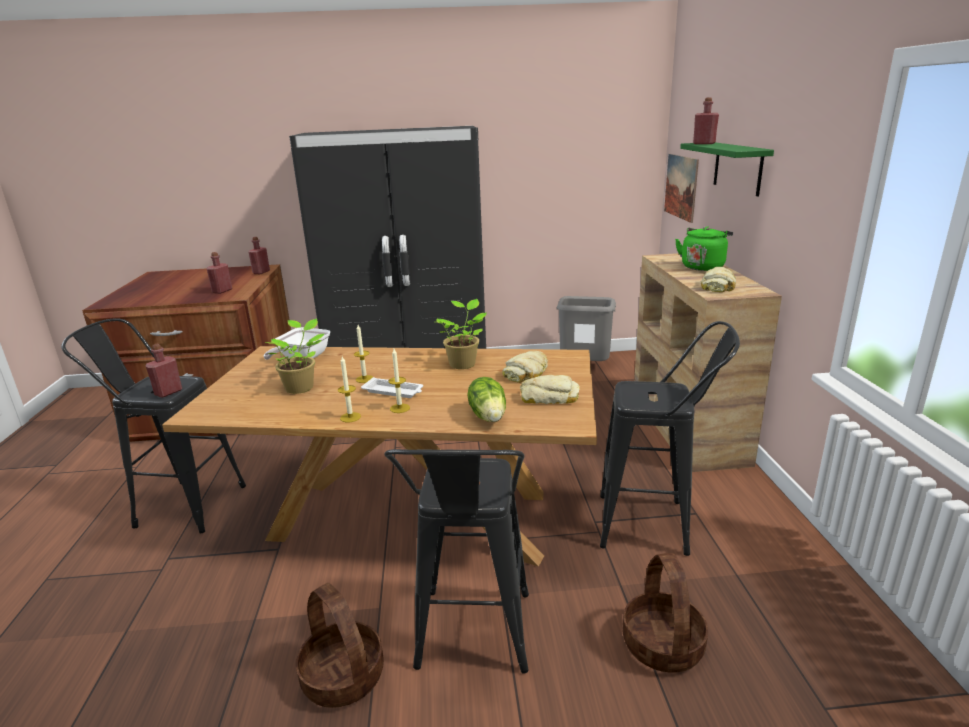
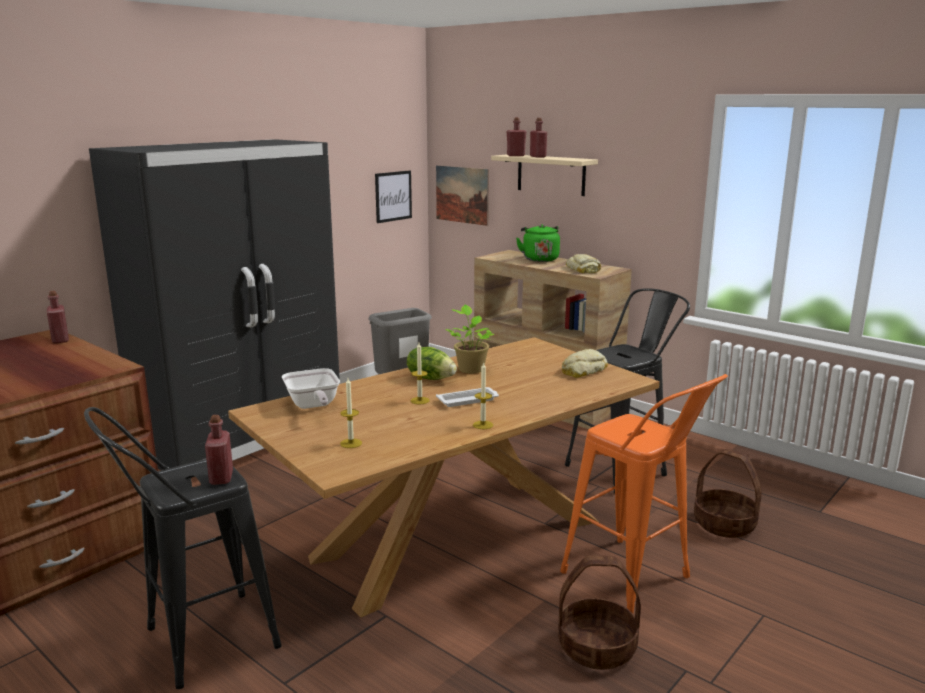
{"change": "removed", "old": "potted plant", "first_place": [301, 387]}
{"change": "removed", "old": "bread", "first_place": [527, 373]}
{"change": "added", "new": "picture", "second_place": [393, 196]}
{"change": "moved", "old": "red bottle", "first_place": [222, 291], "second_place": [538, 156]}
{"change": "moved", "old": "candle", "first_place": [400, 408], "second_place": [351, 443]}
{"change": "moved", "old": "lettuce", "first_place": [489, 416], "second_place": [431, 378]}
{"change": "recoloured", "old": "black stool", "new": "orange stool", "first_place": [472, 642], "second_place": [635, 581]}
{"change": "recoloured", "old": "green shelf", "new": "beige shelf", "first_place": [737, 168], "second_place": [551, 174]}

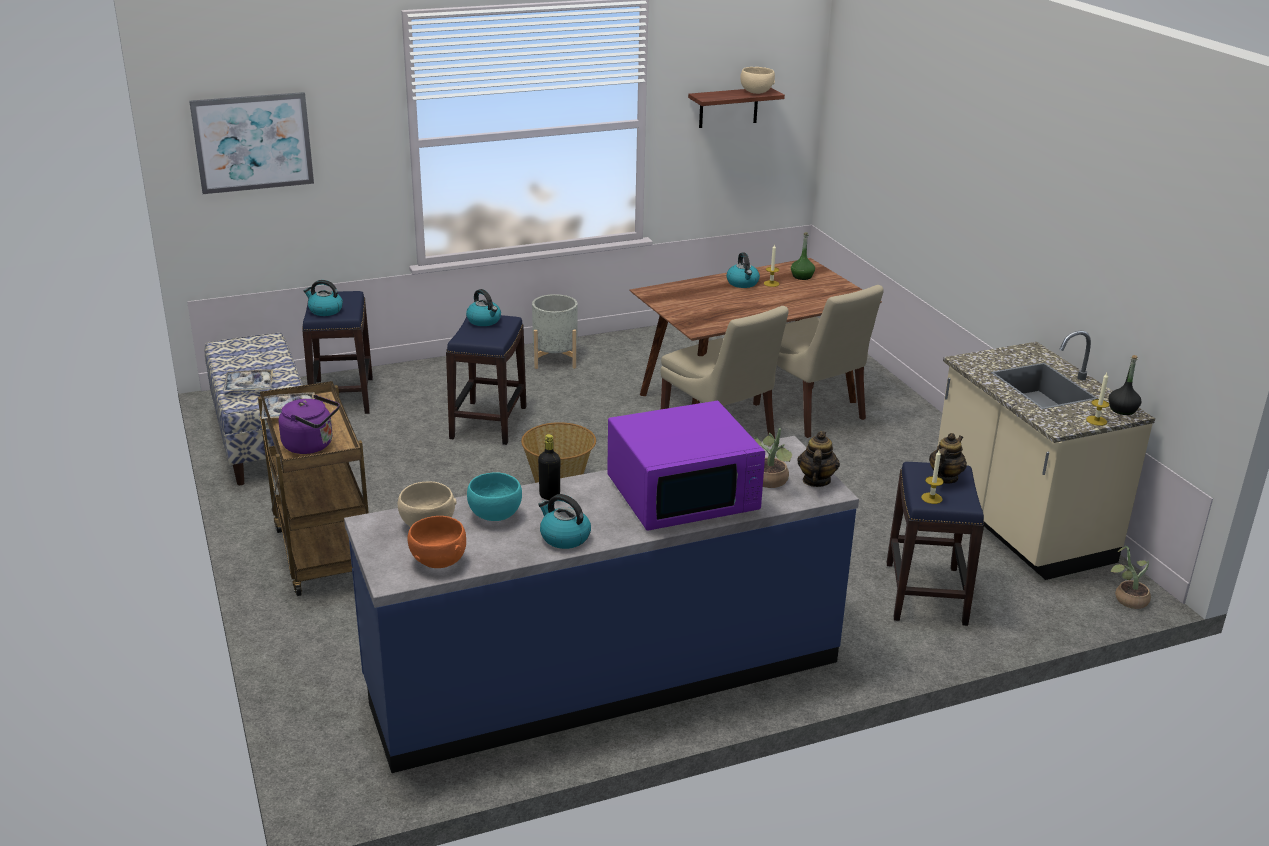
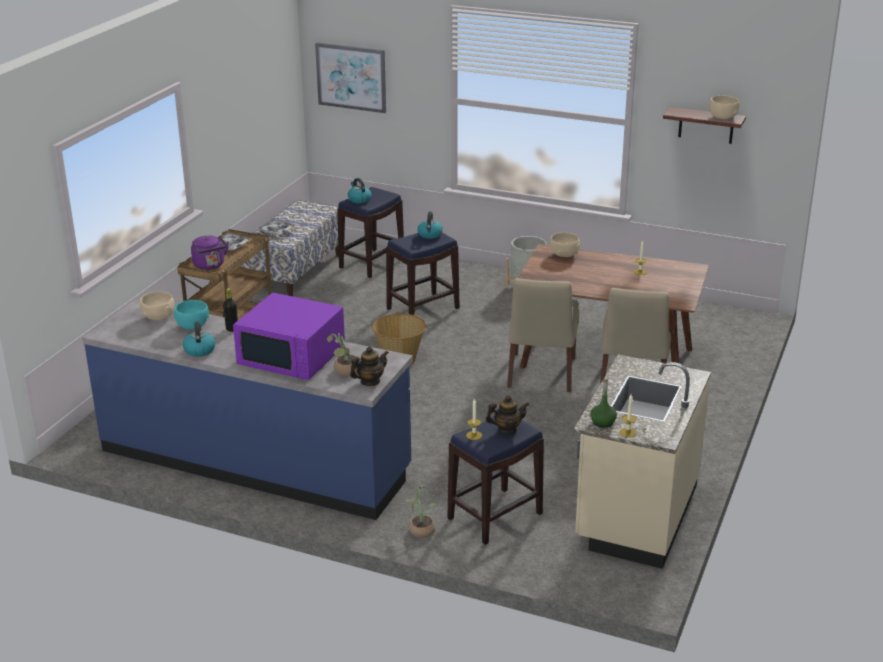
{"change": "removed", "old": "orange bowl", "first_place": [438, 560]}
{"change": "removed", "old": "kettle", "first_place": [743, 283]}
{"change": "removed", "old": "black bottle", "first_place": [1122, 410]}
{"change": "added", "new": "beige bowl", "second_place": [564, 254]}
{"change": "moved", "old": "green bottle", "first_place": [802, 276], "second_place": [602, 422]}
{"change": "moved", "old": "potted plant", "first_place": [1126, 599], "second_place": [421, 529]}

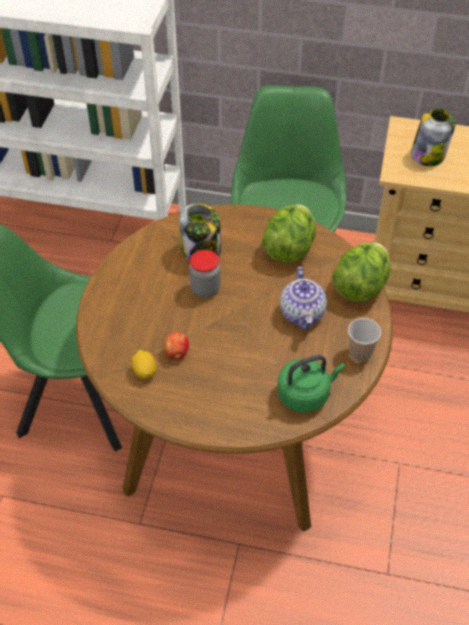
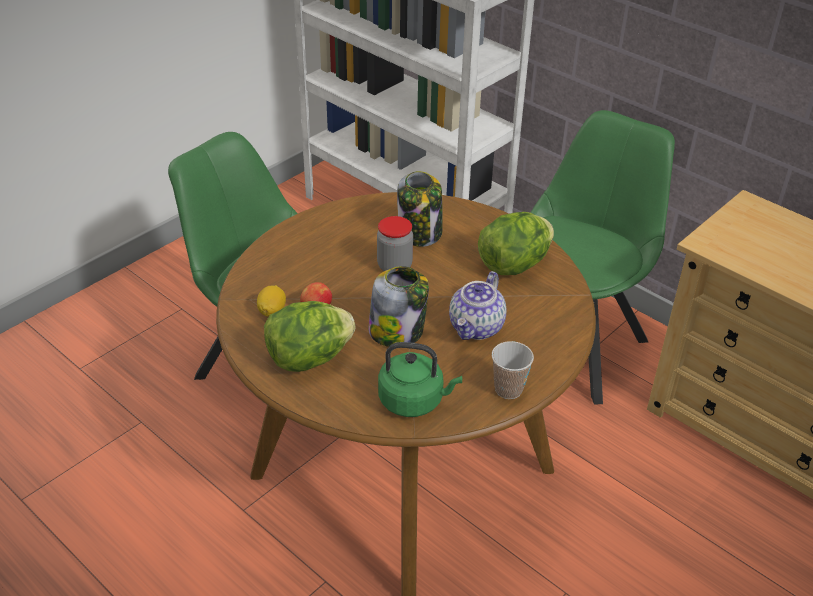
{"change": "moved", "old": "lettuce", "first_place": [360, 287], "second_place": [309, 358]}
{"change": "moved", "old": "jar", "first_place": [428, 155], "second_place": [397, 331]}

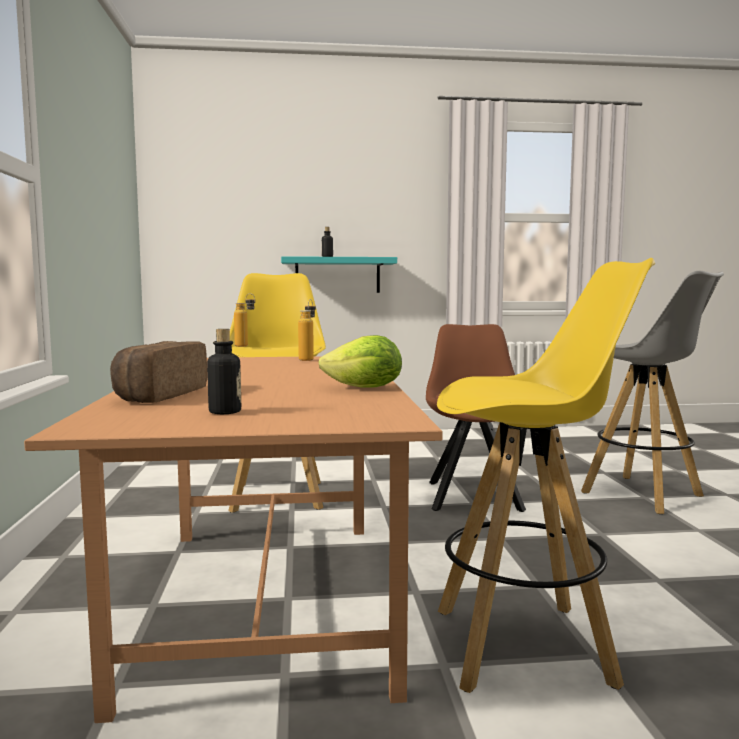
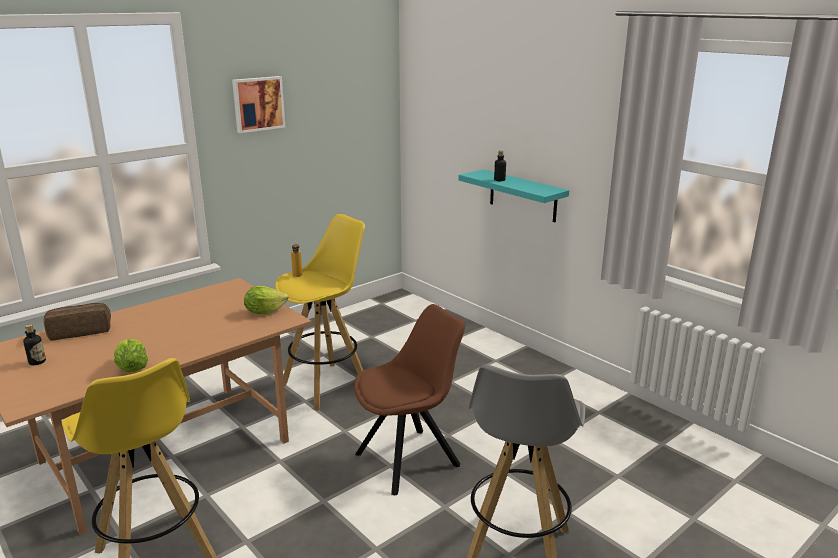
{"change": "added", "new": "picture", "second_place": [258, 104]}
{"change": "replaced", "old": "bottle", "new": "lettuce", "first_place": [308, 359], "second_place": [264, 311]}

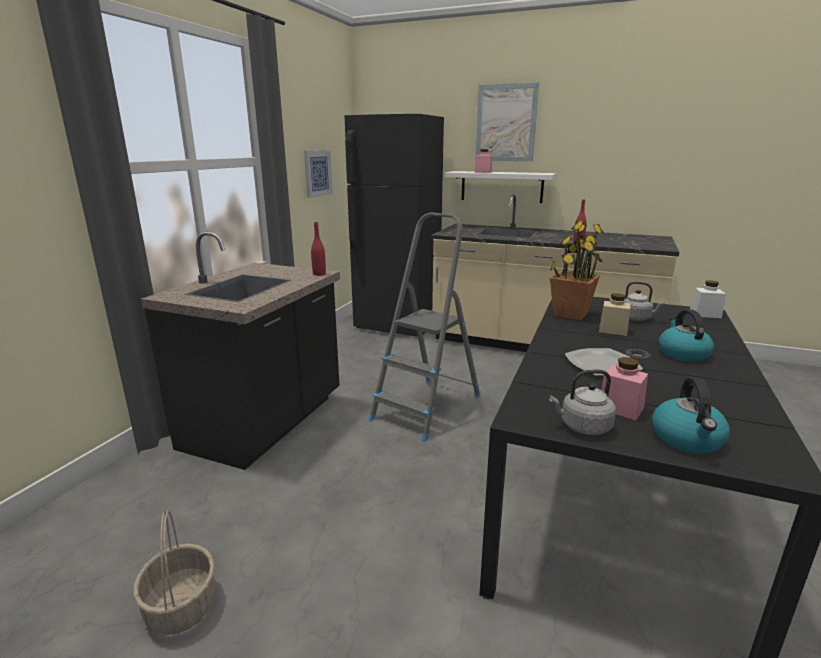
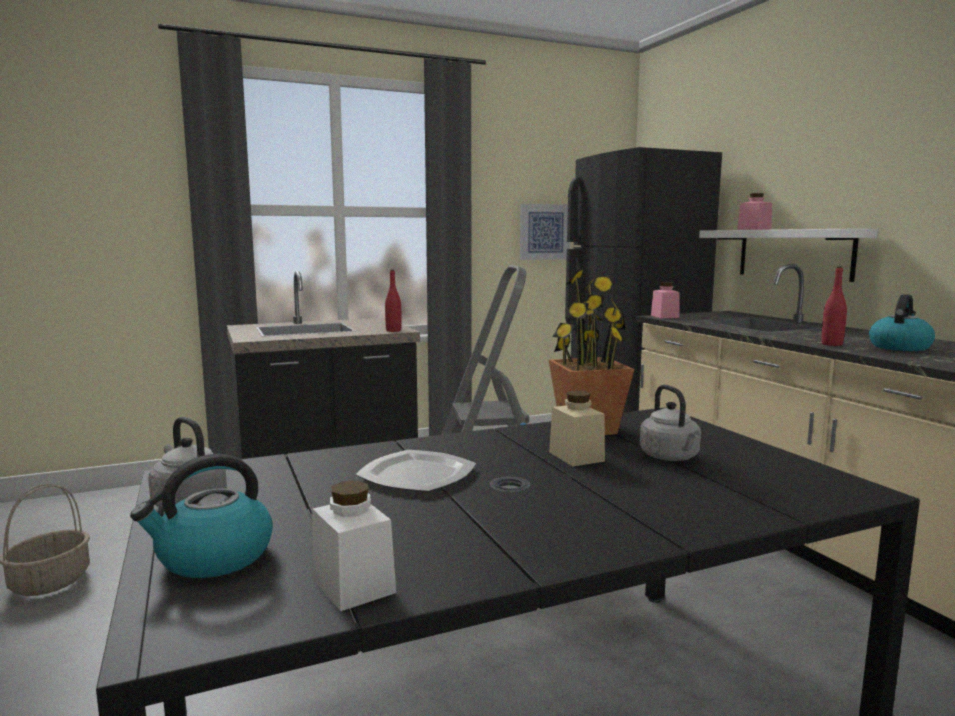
{"change": "removed", "old": "picture", "first_place": [506, 123]}
{"change": "moved", "old": "pink jar", "first_place": [620, 408], "second_place": [664, 316]}
{"change": "moved", "old": "kettle", "first_place": [682, 353], "second_place": [899, 347]}
{"change": "moved", "old": "white jar", "first_place": [705, 314], "second_place": [353, 585]}

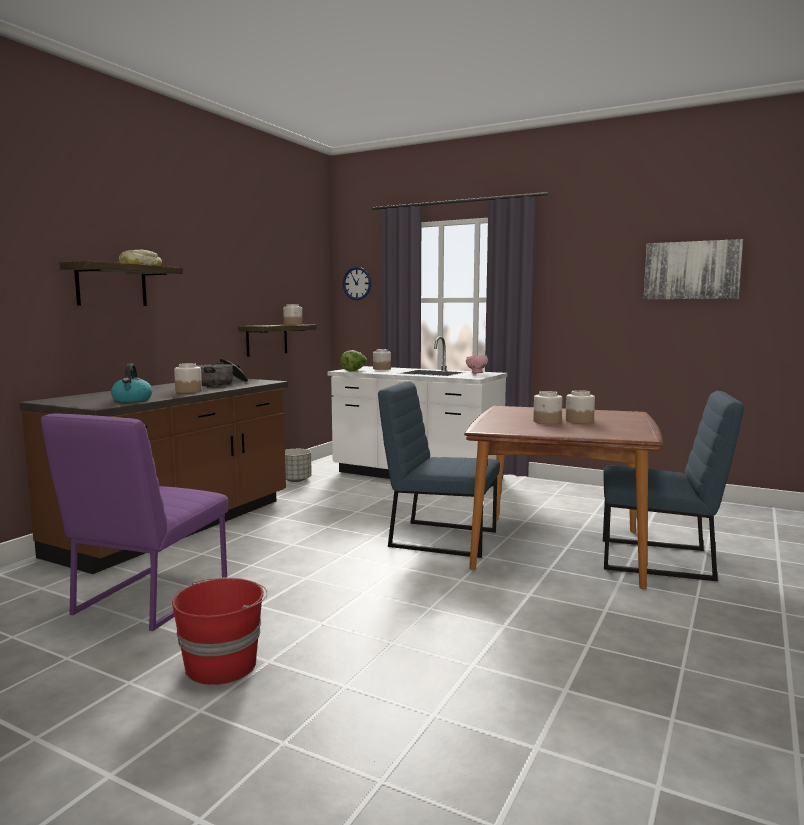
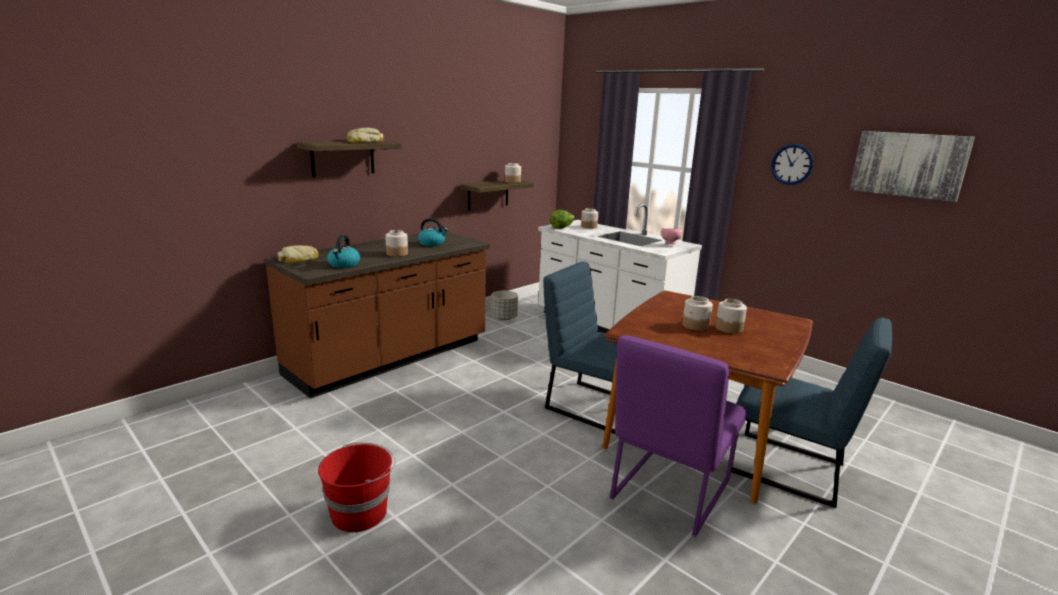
{"change": "added", "new": "bread", "second_place": [298, 259]}
{"change": "moved", "old": "purple chair", "first_place": [148, 598], "second_place": [669, 490]}
{"change": "moved", "old": "wall clock", "first_place": [357, 283], "second_place": [792, 164]}
{"change": "replaced", "old": "cooking pot", "new": "kettle", "first_place": [222, 384], "second_place": [432, 243]}

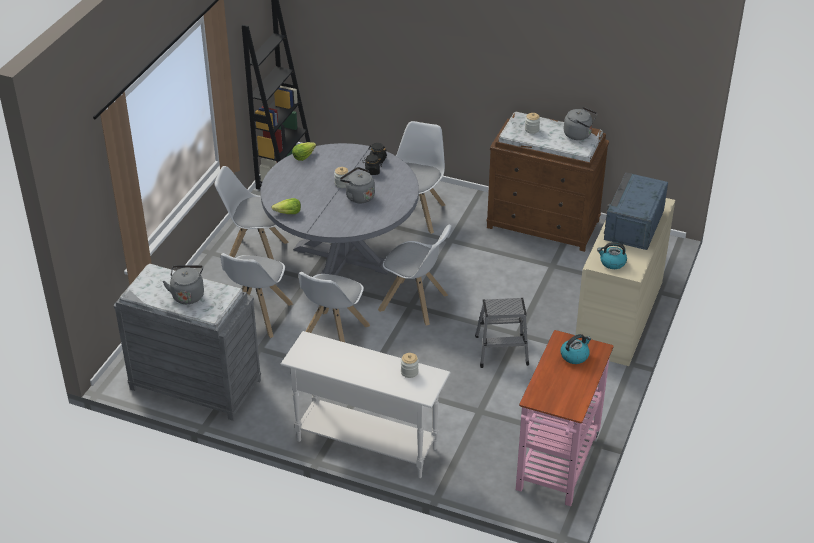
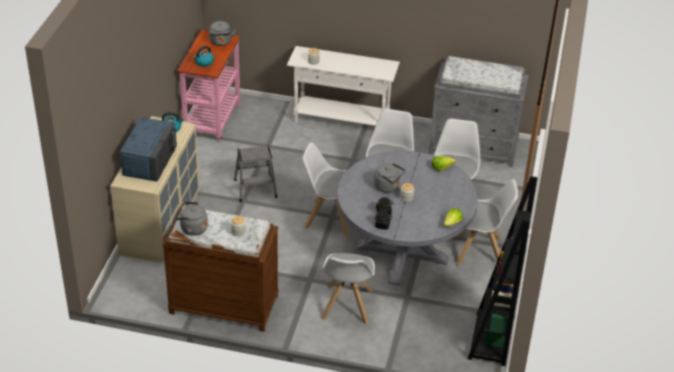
{"change": "moved", "old": "grey kettle", "first_place": [188, 294], "second_place": [221, 42]}

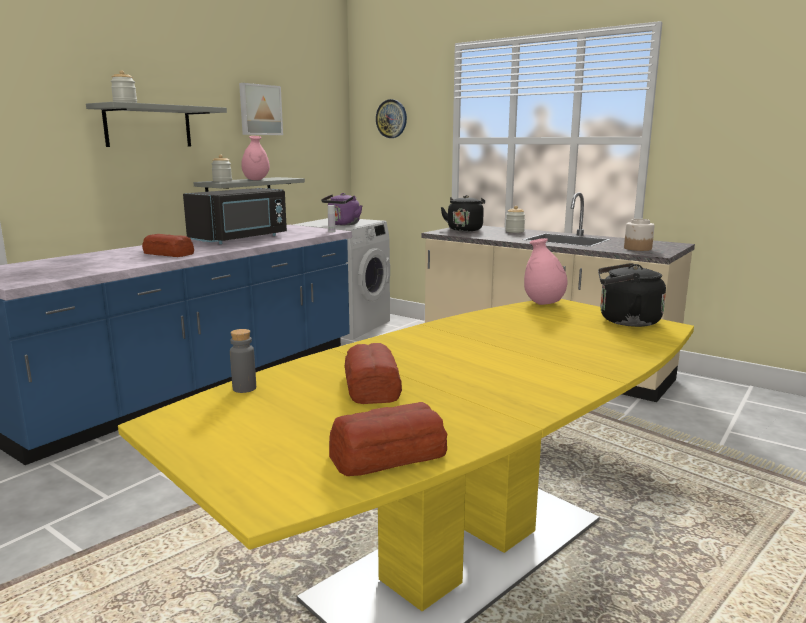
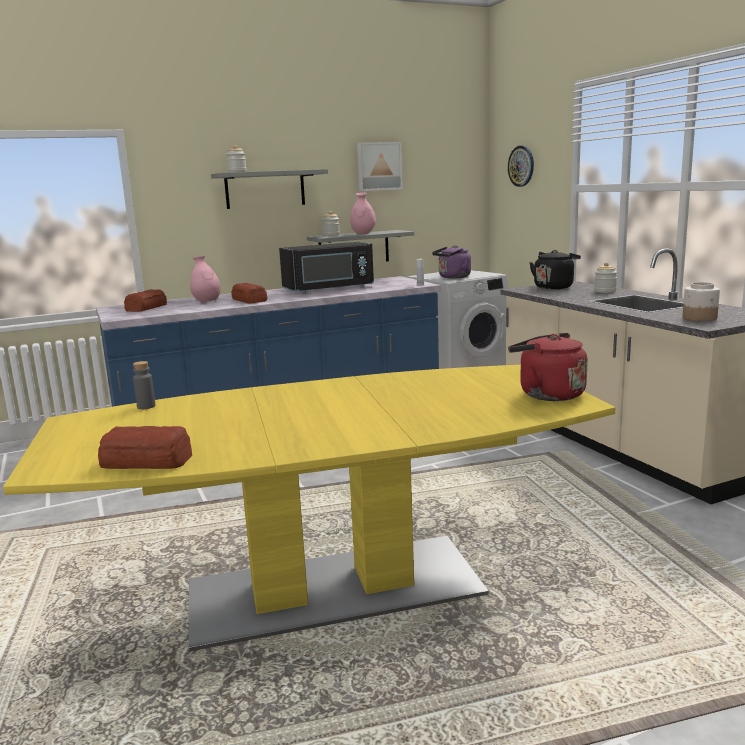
{"change": "moved", "old": "bread", "first_place": [372, 385], "second_place": [147, 308]}
{"change": "moved", "old": "pink vase", "first_place": [544, 303], "second_place": [207, 302]}
{"change": "recoloured", "old": "black kettle", "new": "red kettle", "first_place": [625, 321], "second_place": [547, 394]}

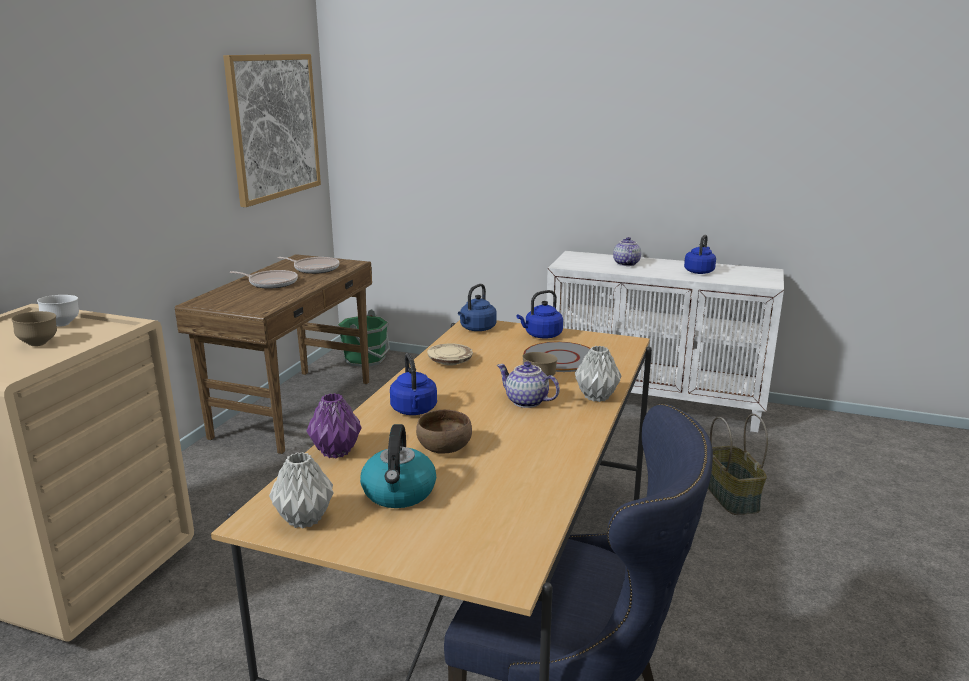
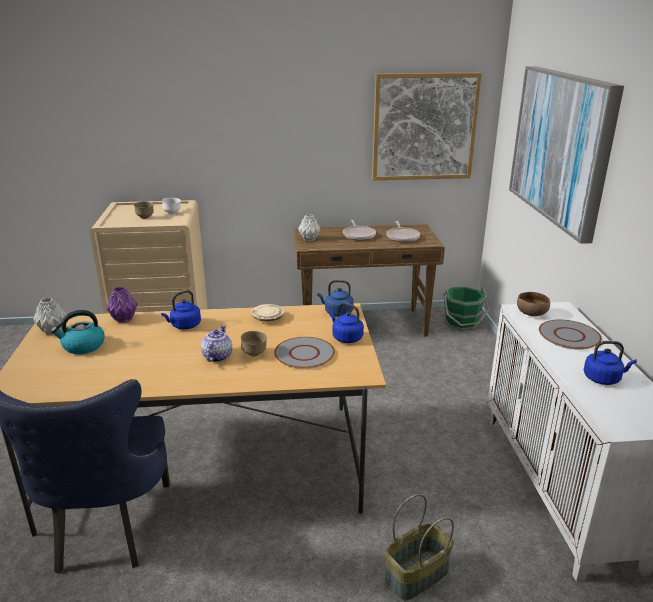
{"change": "added", "new": "picture", "second_place": [561, 147]}
{"change": "moved", "old": "brown bowl", "first_place": [444, 448], "second_place": [531, 313]}
{"change": "moved", "old": "grey vase", "first_place": [597, 397], "second_place": [309, 239]}
{"change": "replaced", "old": "teapot", "new": "grey plate", "first_place": [625, 263], "second_place": [568, 335]}

